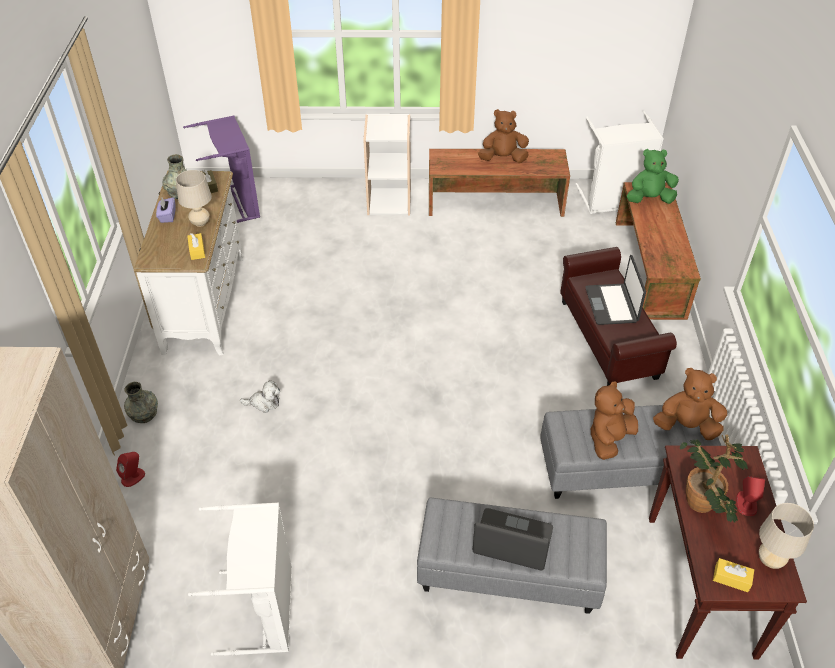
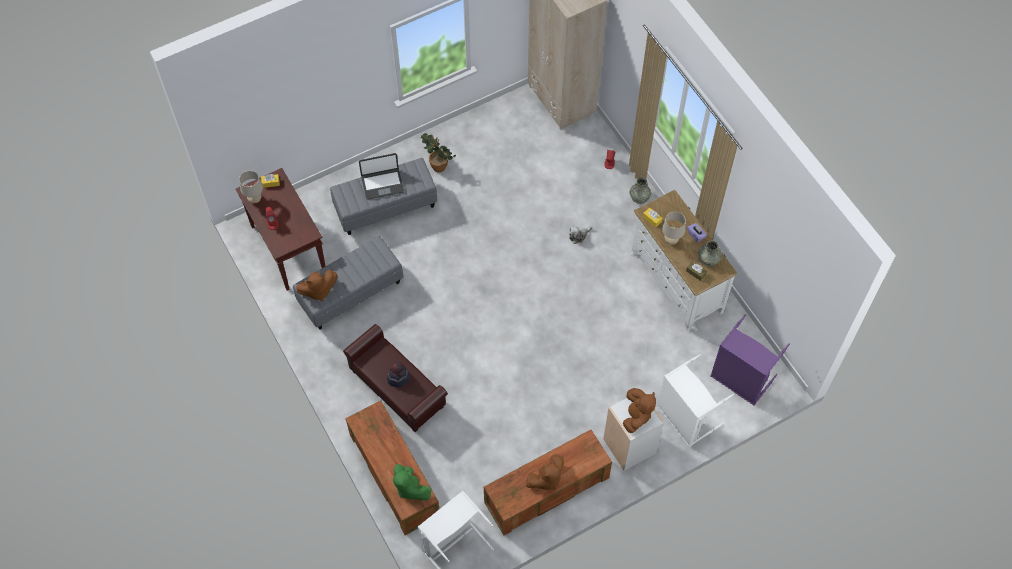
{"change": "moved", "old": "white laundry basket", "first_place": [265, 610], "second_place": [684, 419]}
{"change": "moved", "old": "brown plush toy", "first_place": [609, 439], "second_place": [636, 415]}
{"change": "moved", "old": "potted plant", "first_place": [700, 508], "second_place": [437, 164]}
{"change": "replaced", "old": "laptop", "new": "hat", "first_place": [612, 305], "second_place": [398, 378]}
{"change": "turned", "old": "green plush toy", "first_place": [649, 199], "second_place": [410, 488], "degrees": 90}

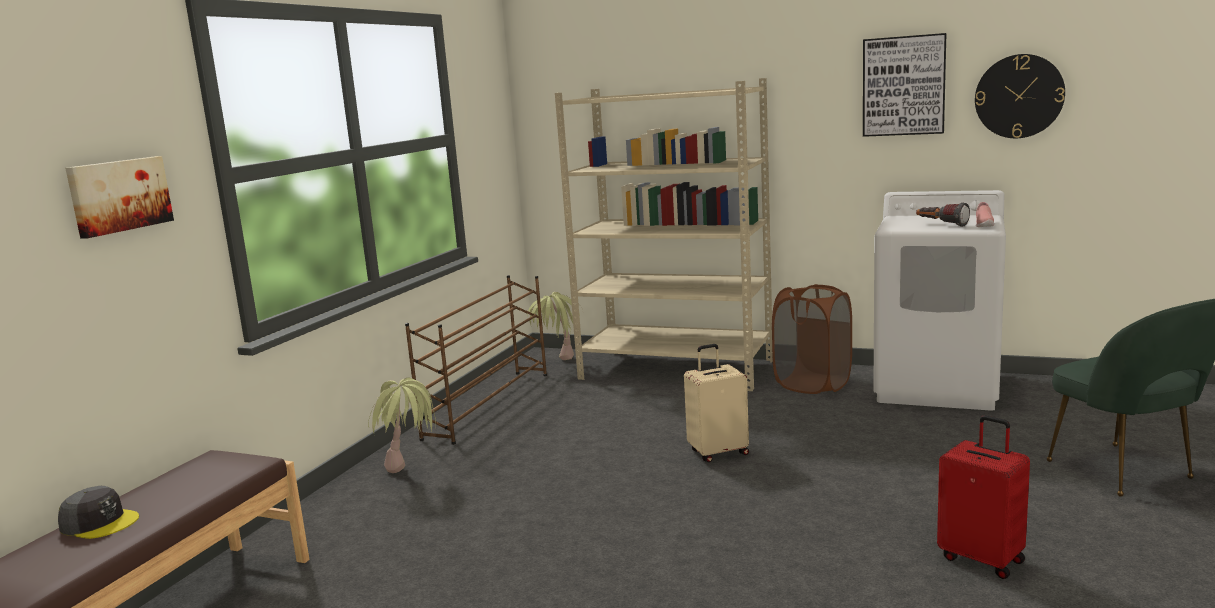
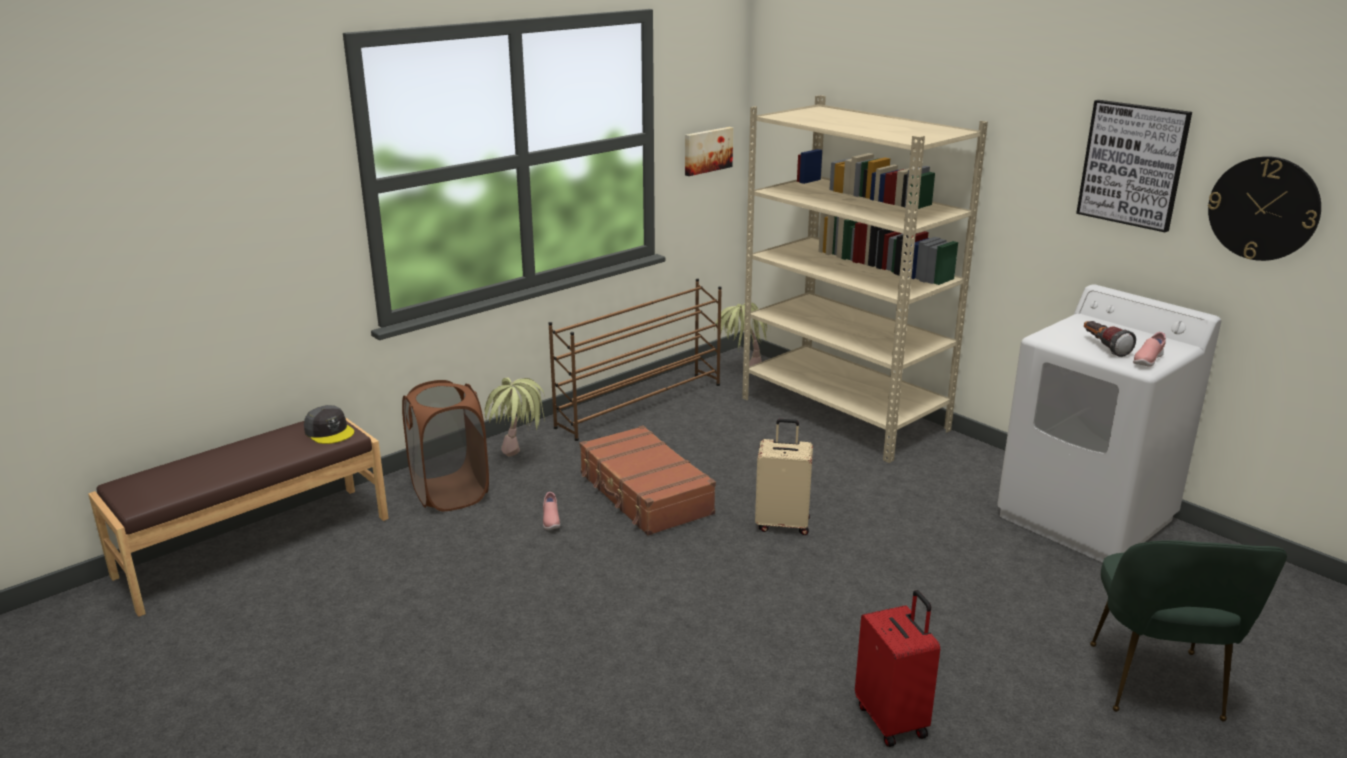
{"change": "added", "new": "pink shoe", "second_place": [550, 520]}
{"change": "added", "new": "brown suitcase", "second_place": [644, 494]}
{"change": "moved", "old": "grey cap", "first_place": [99, 523], "second_place": [329, 432]}
{"change": "moved", "old": "picture", "first_place": [119, 195], "second_place": [707, 150]}
{"change": "moved", "old": "brown laundry basket", "first_place": [812, 384], "second_place": [450, 493]}

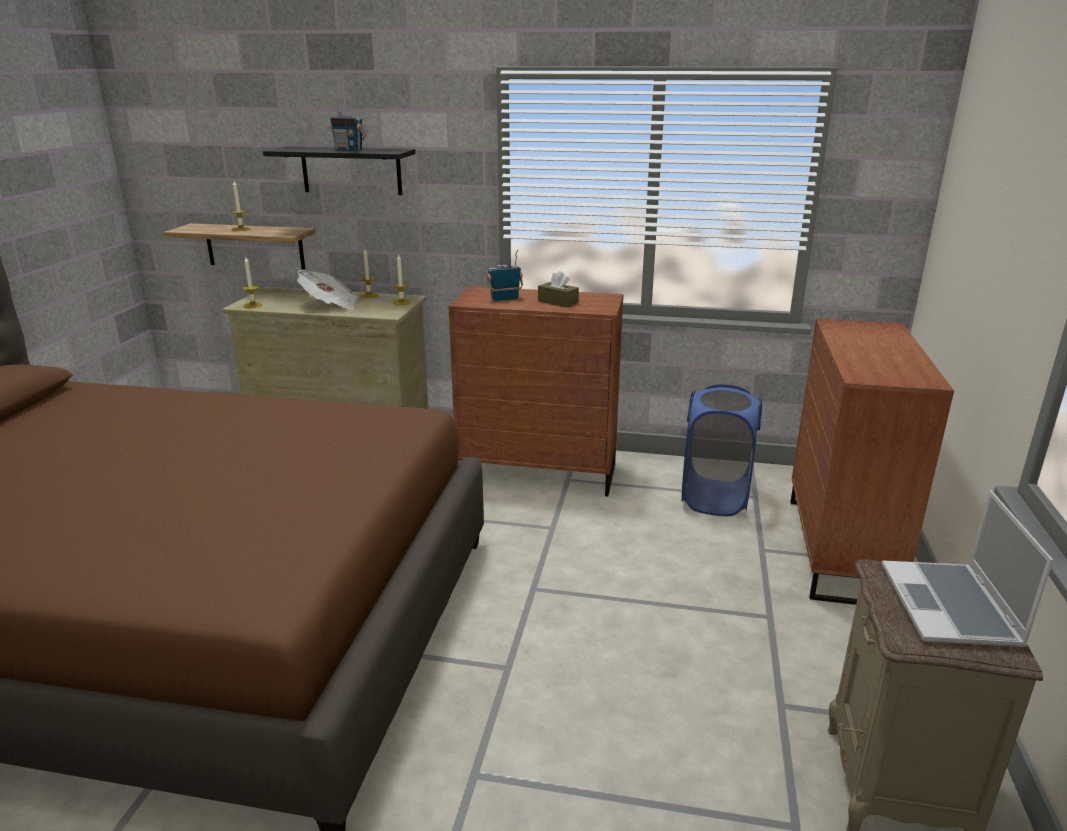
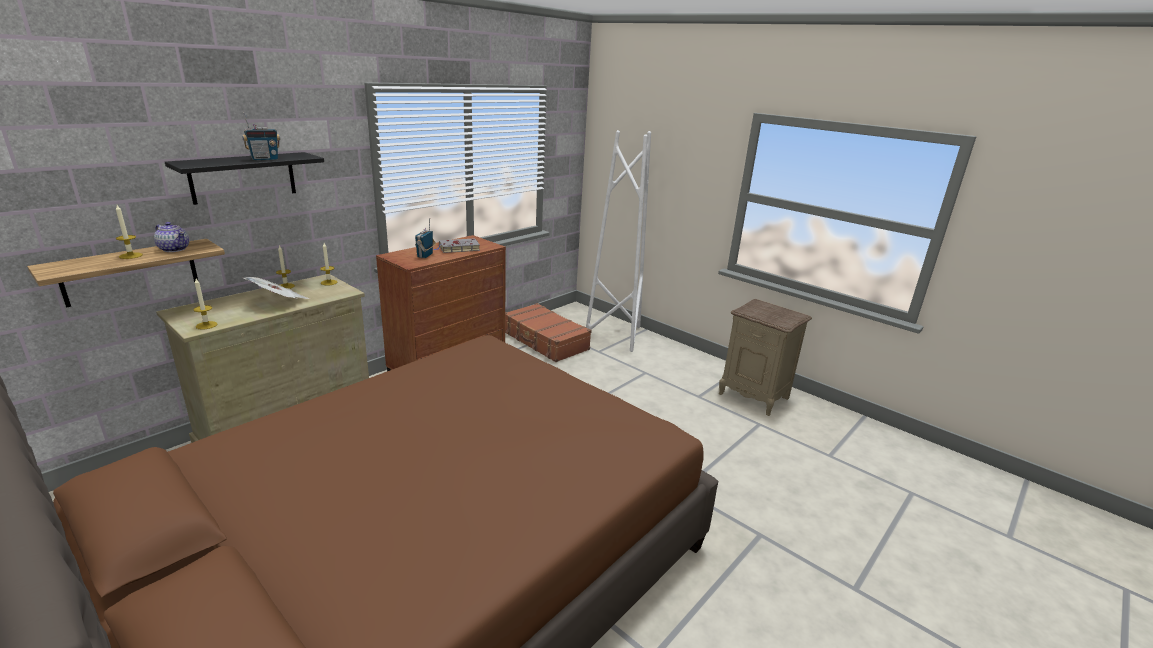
{"change": "removed", "old": "laptop", "first_place": [951, 607]}
{"change": "added", "new": "teapot", "second_place": [174, 249]}
{"change": "replaced", "old": "brown tissue box", "new": "grey book", "first_place": [558, 302], "second_place": [458, 248]}
{"change": "replaced", "old": "blue laundry basket", "new": "brown suitcase", "first_place": [715, 498], "second_place": [545, 341]}
{"change": "replaced", "old": "brown dresser", "new": "white clothes rack", "first_place": [840, 550], "second_place": [619, 337]}

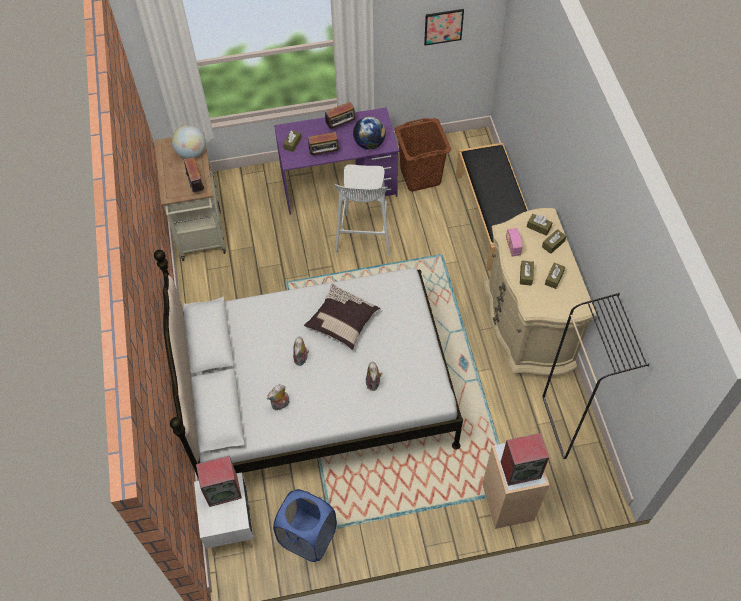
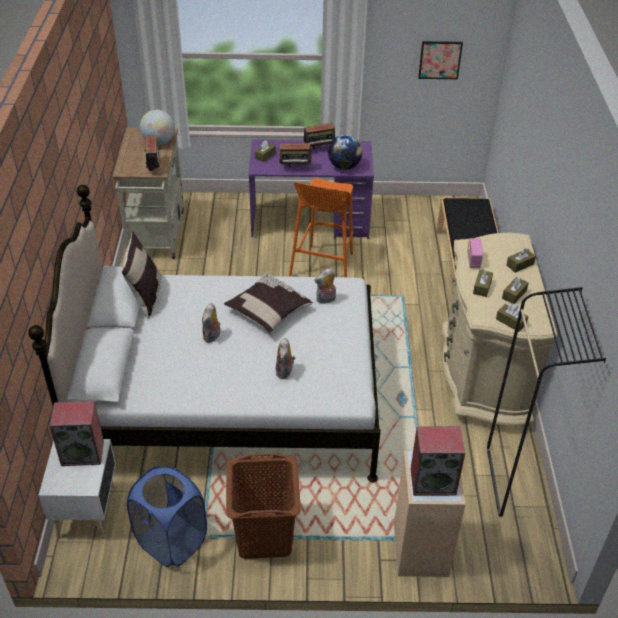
{"change": "added", "new": "pillow", "second_place": [145, 297]}
{"change": "moved", "old": "plush toy", "first_place": [280, 405], "second_place": [326, 300]}
{"change": "moved", "old": "brown laundry basket", "first_place": [420, 176], "second_place": [264, 536]}
{"change": "moved", "old": "brown tissue box", "first_place": [538, 227], "second_place": [511, 322]}
{"change": "recoloured", "old": "white stool", "new": "orange stool", "first_place": [364, 236], "second_place": [323, 267]}

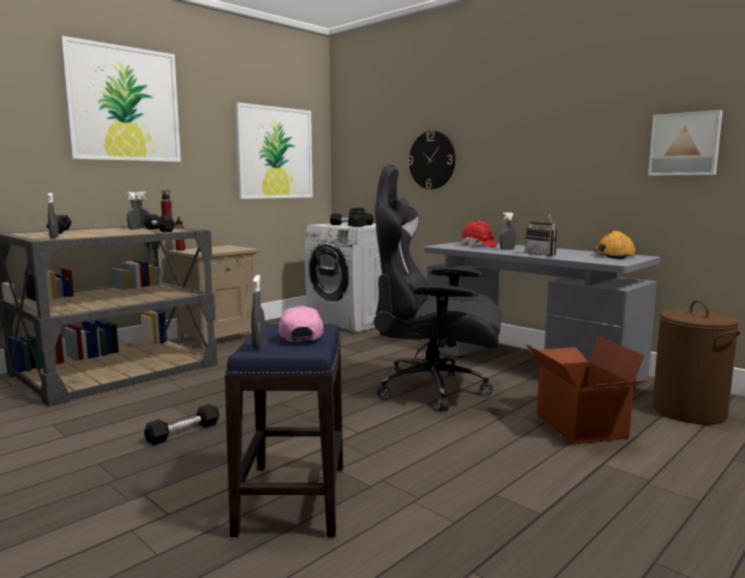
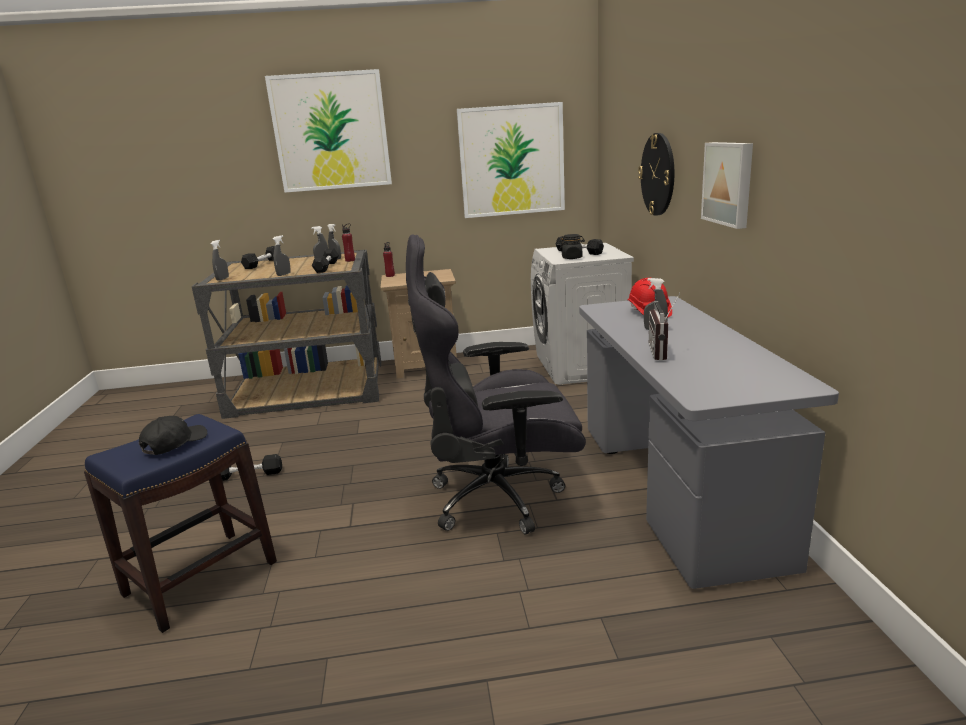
{"change": "removed", "old": "cardboard box", "first_place": [578, 426]}
{"change": "removed", "old": "orange hard hat", "first_place": [614, 255]}
{"change": "removed", "old": "brown laundry basket", "first_place": [689, 411]}
{"change": "moved", "old": "grey spray bottle", "first_place": [259, 346], "second_place": [284, 274]}
{"change": "moved", "old": "picture", "first_place": [685, 144], "second_place": [729, 183]}
{"change": "recoloured", "old": "pink cap", "new": "black cap", "first_place": [301, 336], "second_place": [174, 443]}
{"change": "turned", "old": "black office chair", "first_place": [439, 390], "second_place": [504, 497], "degrees": -60}

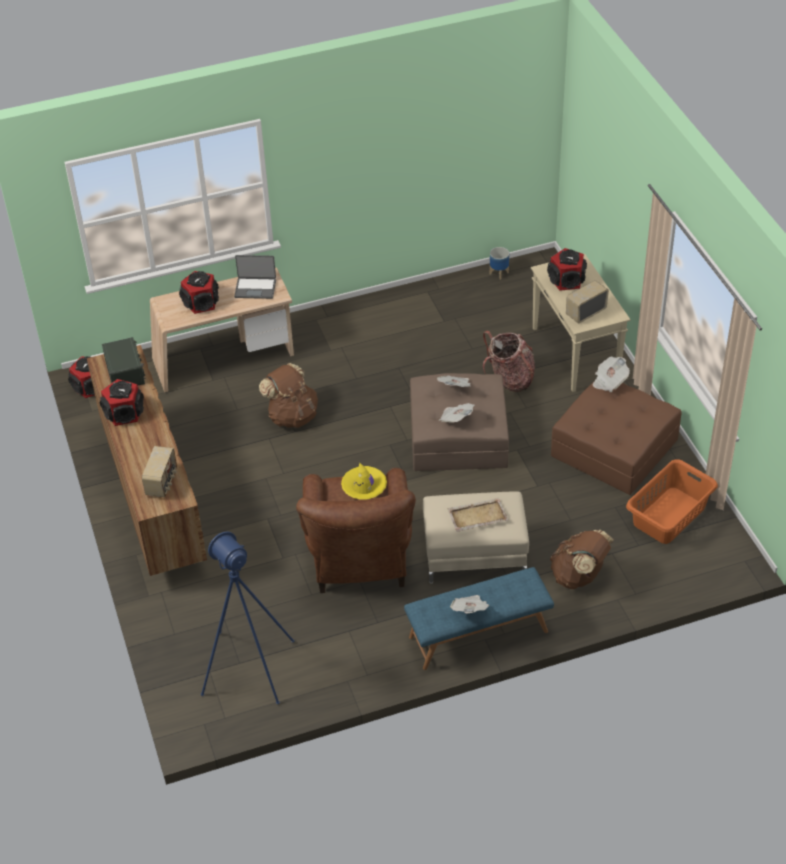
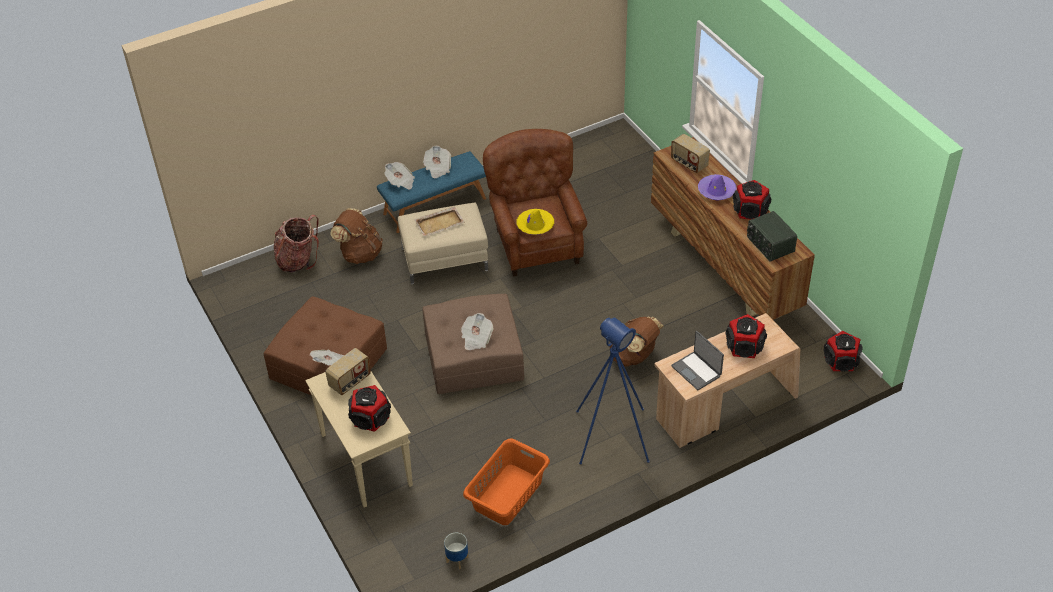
{"change": "added", "new": "purple hat", "second_place": [716, 191]}
{"change": "moved", "old": "blue floor lamp", "first_place": [248, 667], "second_place": [612, 436]}
{"change": "moved", "old": "newspaper", "first_place": [456, 419], "second_place": [400, 182]}
{"change": "moved", "old": "backpack", "first_place": [509, 380], "second_place": [298, 260]}
{"change": "moved", "old": "orange laundry basket", "first_place": [668, 515], "second_place": [508, 494]}
{"change": "turned", "old": "radio", "first_place": [162, 483], "second_place": [688, 163], "degrees": -45}
{"change": "turned", "old": "laptop", "first_place": [255, 288], "second_place": [697, 371], "degrees": -120}

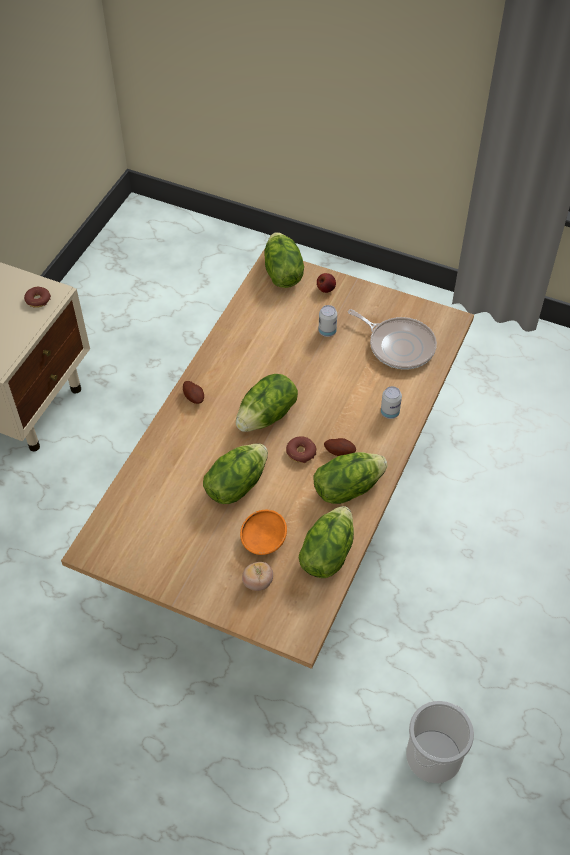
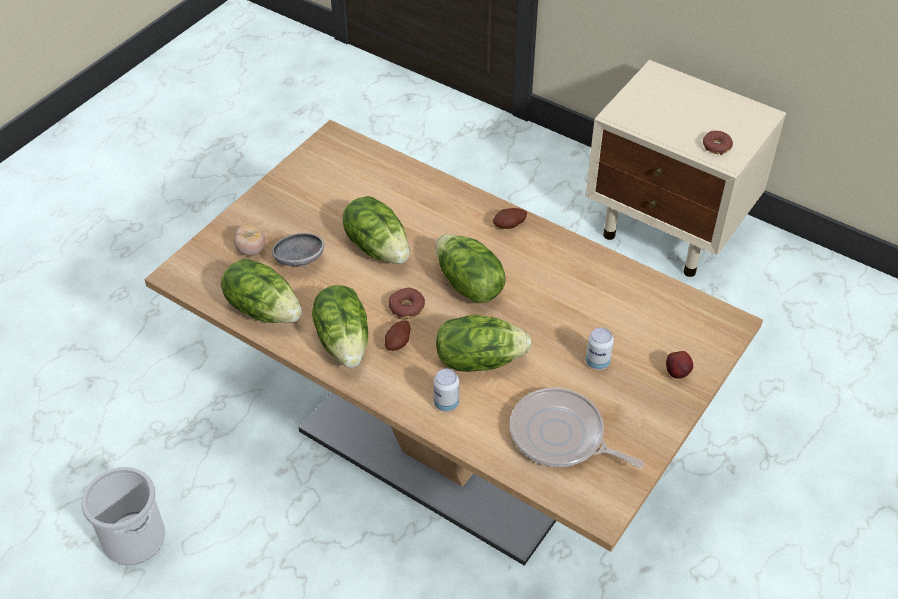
{"change": "moved", "old": "lettuce", "first_place": [282, 273], "second_place": [479, 359]}
{"change": "recoloured", "old": "orange bowl", "new": "grey bowl", "first_place": [263, 541], "second_place": [299, 260]}
{"change": "turned", "old": "frying pan", "first_place": [399, 345], "second_place": [561, 436], "degrees": 75}

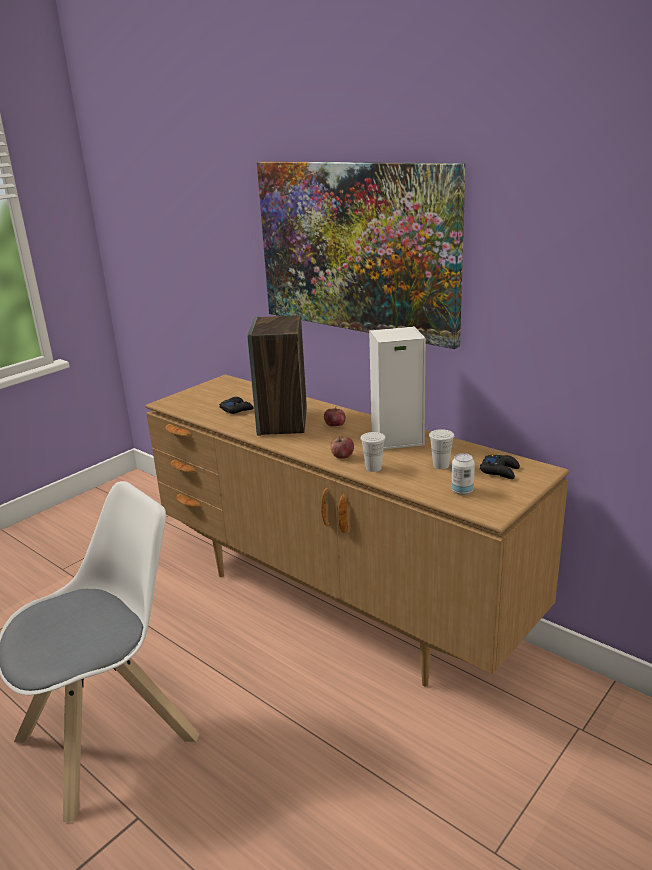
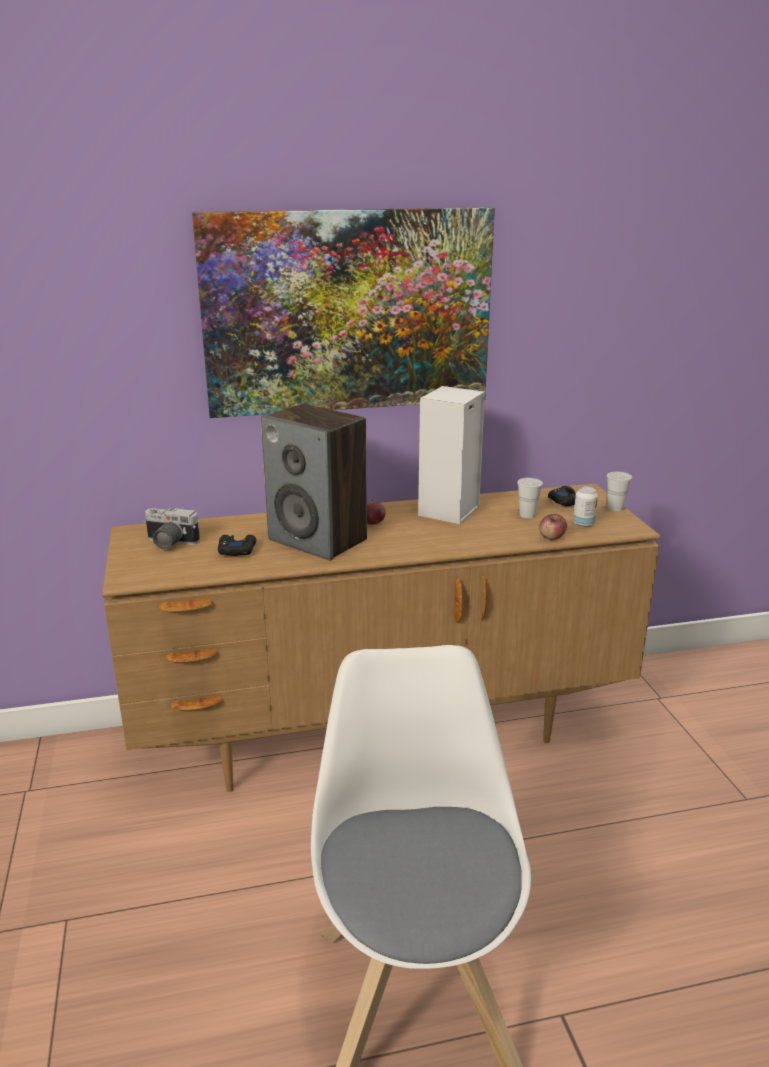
{"change": "added", "new": "photo camera", "second_place": [168, 543]}
{"change": "moved", "old": "apple", "first_place": [342, 456], "second_place": [552, 537]}
{"change": "moved", "old": "white cup", "first_place": [373, 468], "second_place": [615, 508]}

